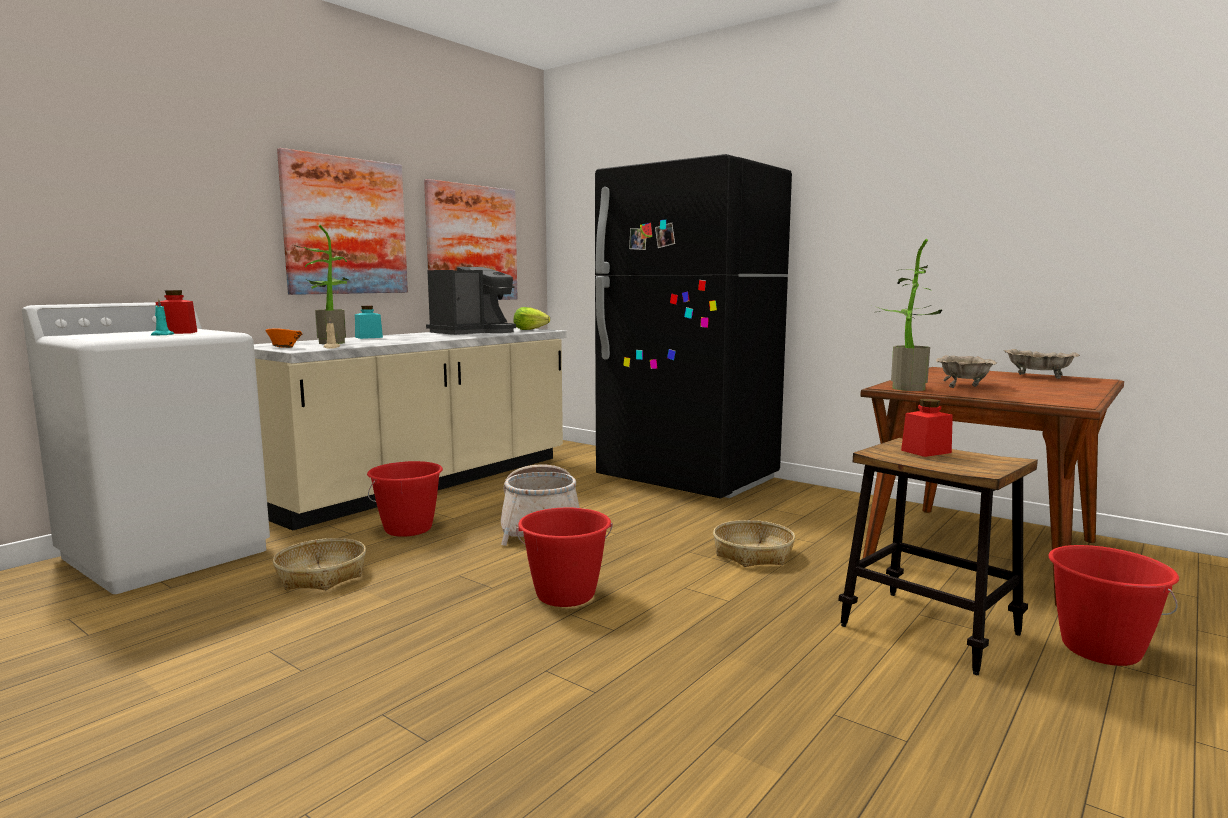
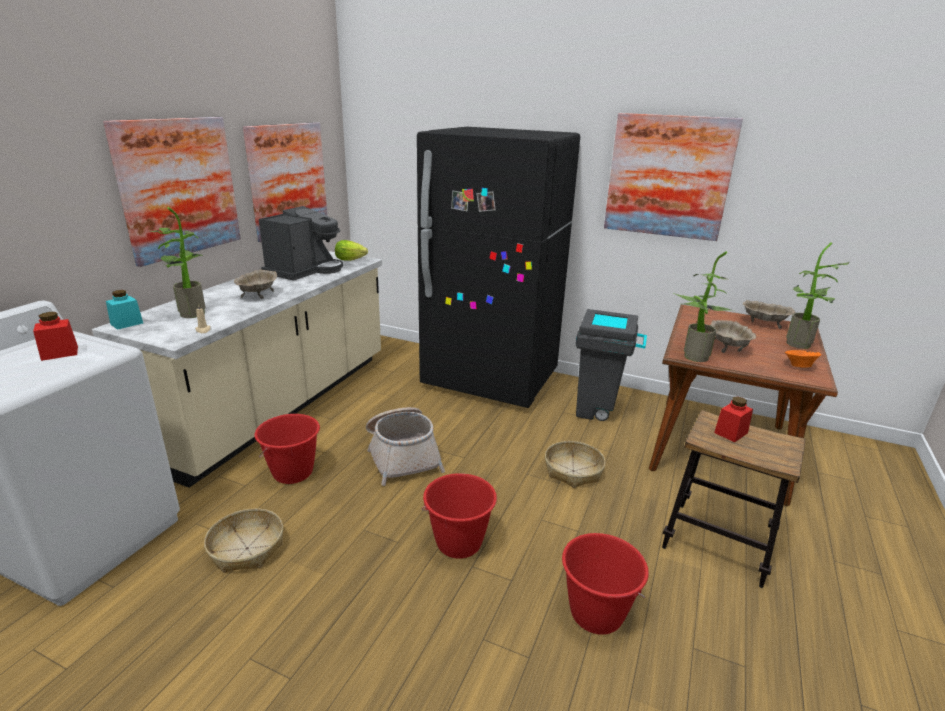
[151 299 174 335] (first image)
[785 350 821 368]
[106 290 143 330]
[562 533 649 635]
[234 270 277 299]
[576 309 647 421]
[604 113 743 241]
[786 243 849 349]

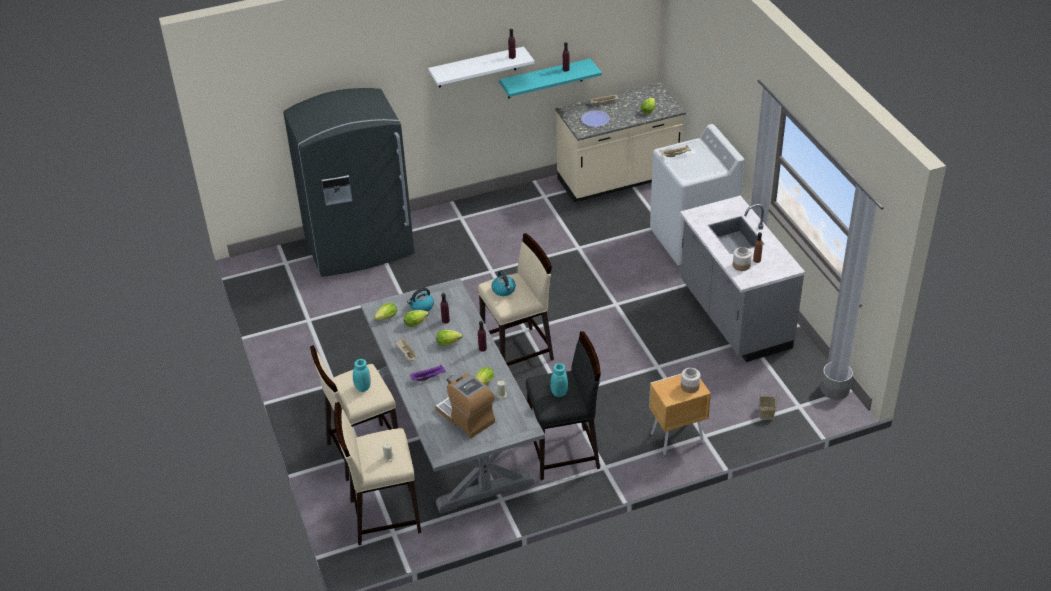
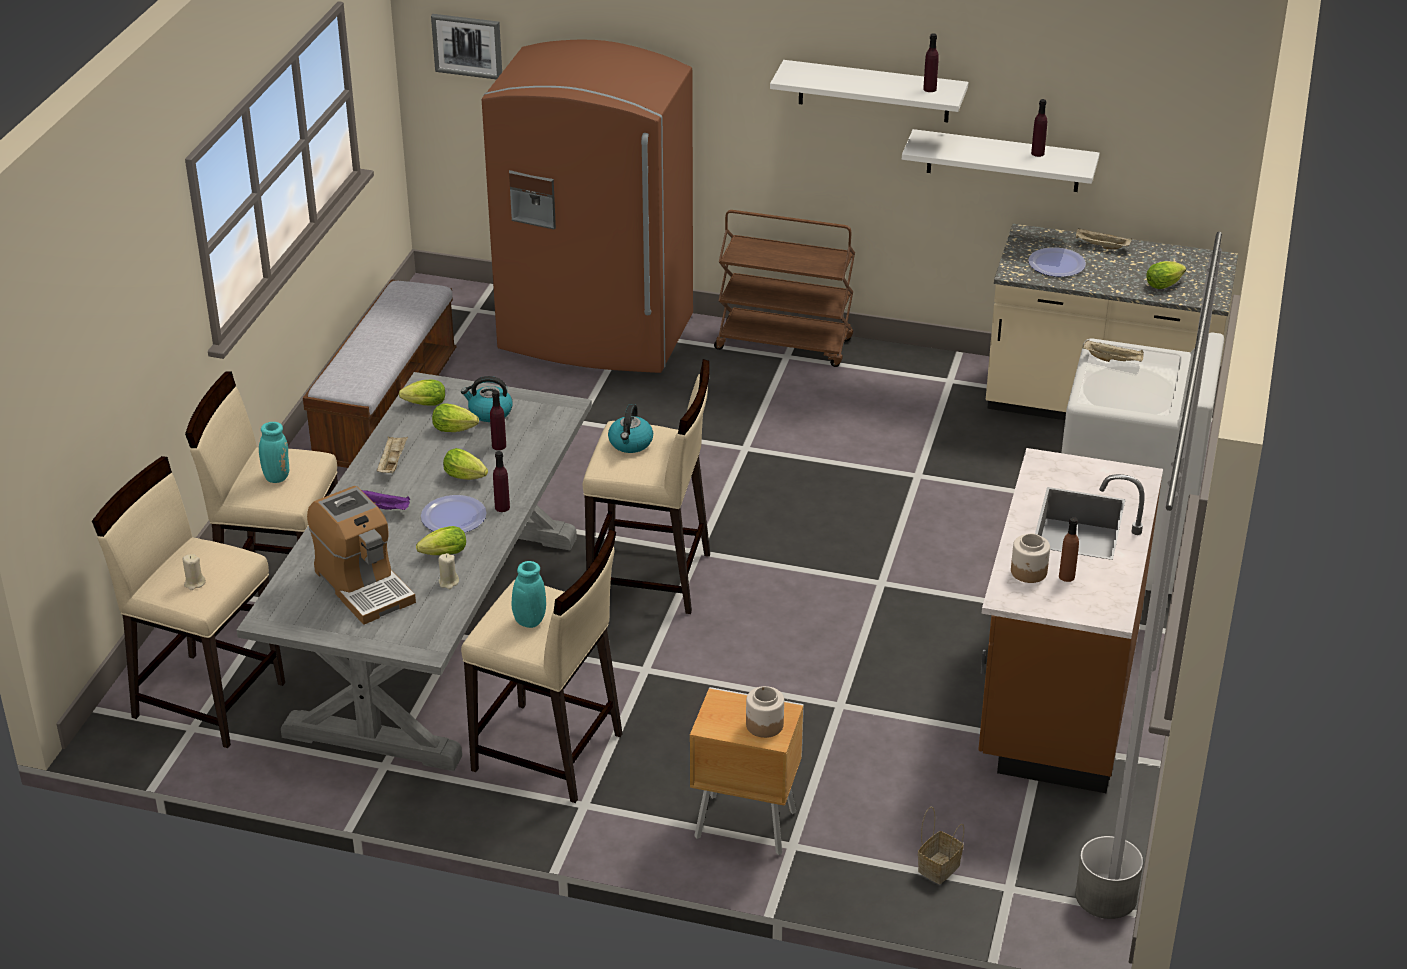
[482 40 693 373]
[307 486 416 625]
[902 129 1100 192]
[461 529 623 803]
[978 448 1163 793]
[303 279 456 468]
[421 495 487 533]
[431 14 502 79]
[714 210 855 367]

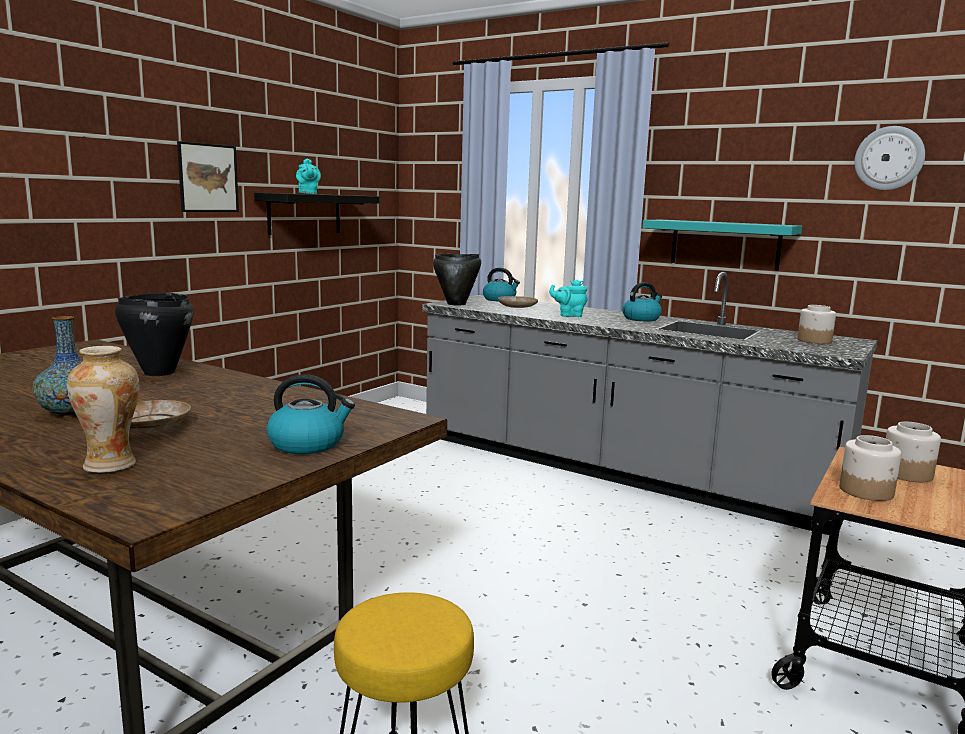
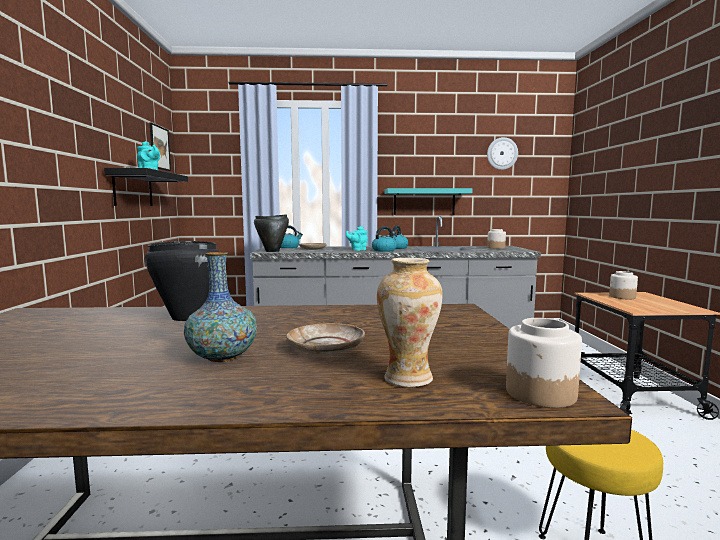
[150 122 171 171]
[372 227 397 252]
[506 318 582 408]

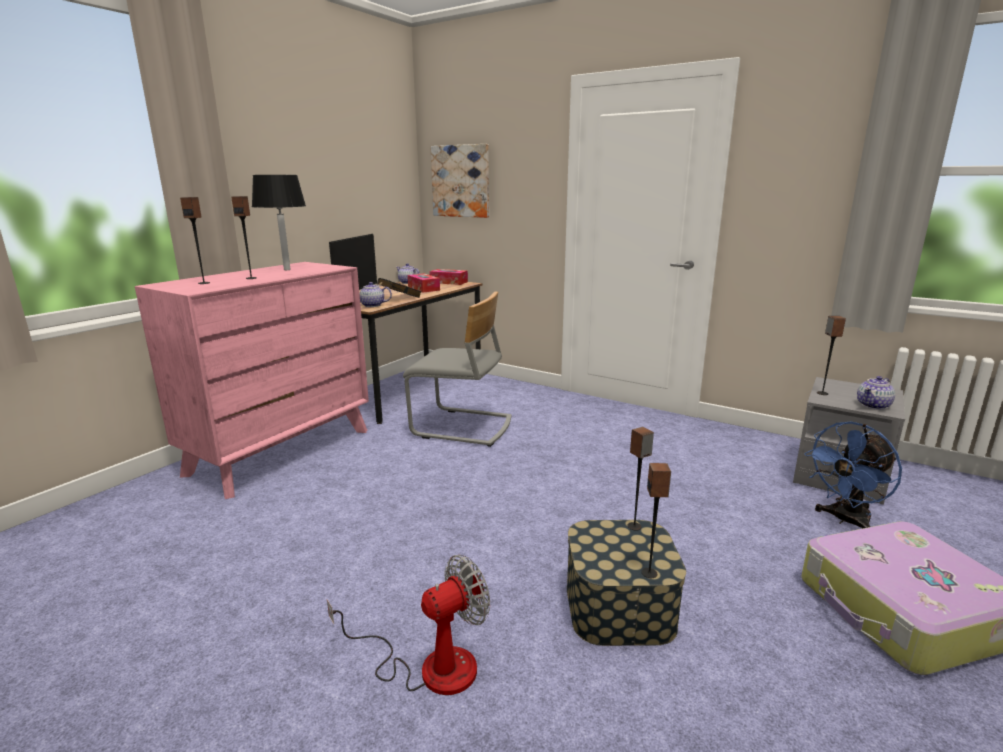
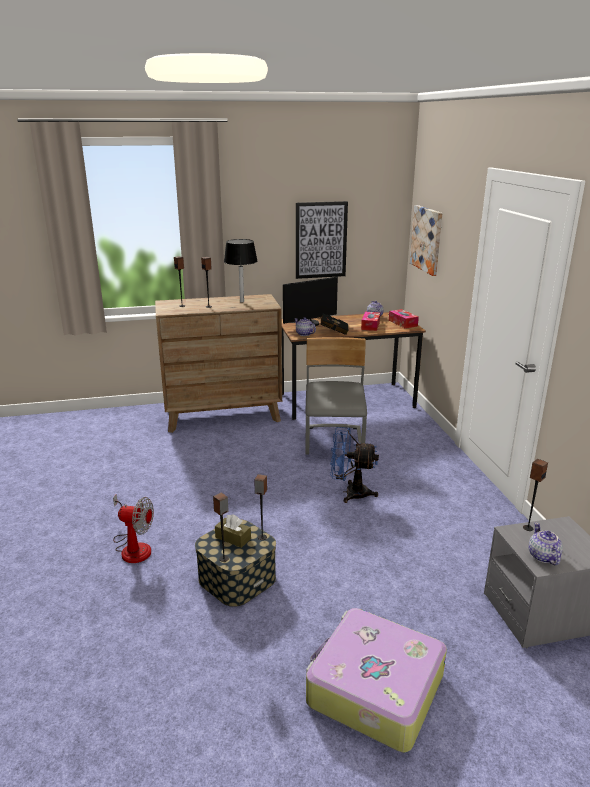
[155 294 282 433]
[305 337 367 455]
[330 427 379 503]
[529 522 563 565]
[215 514 251 548]
[296 201 348 279]

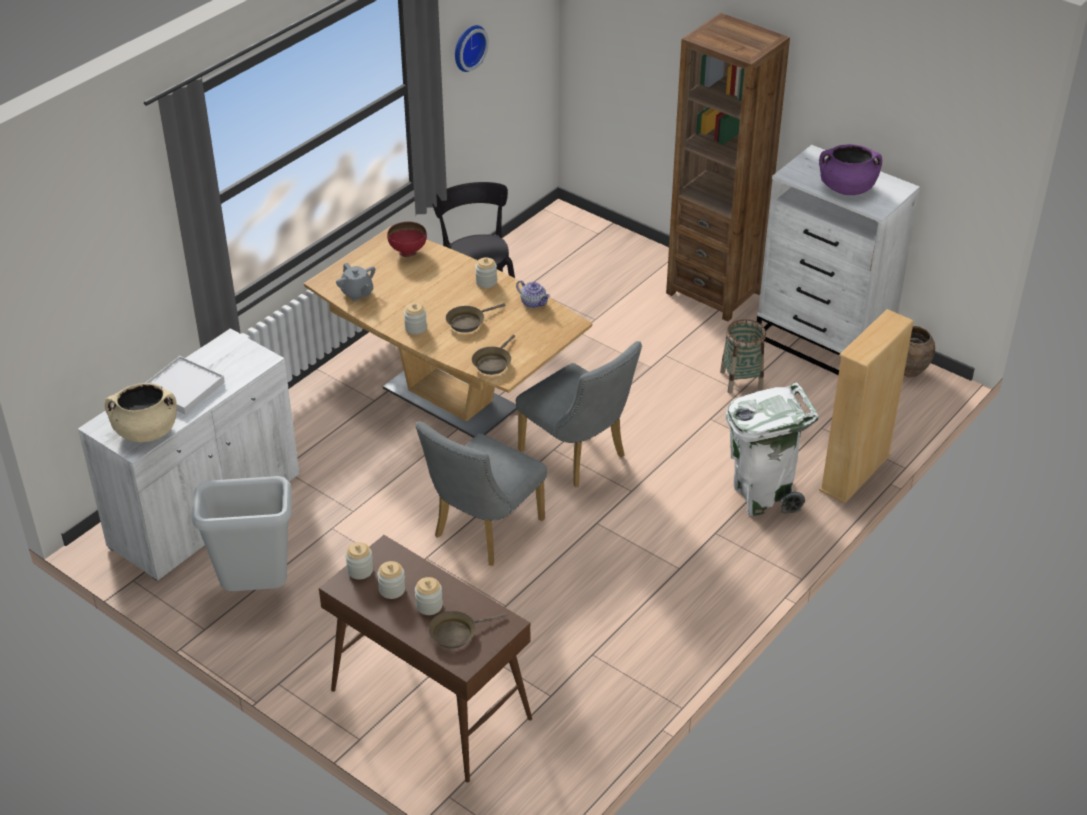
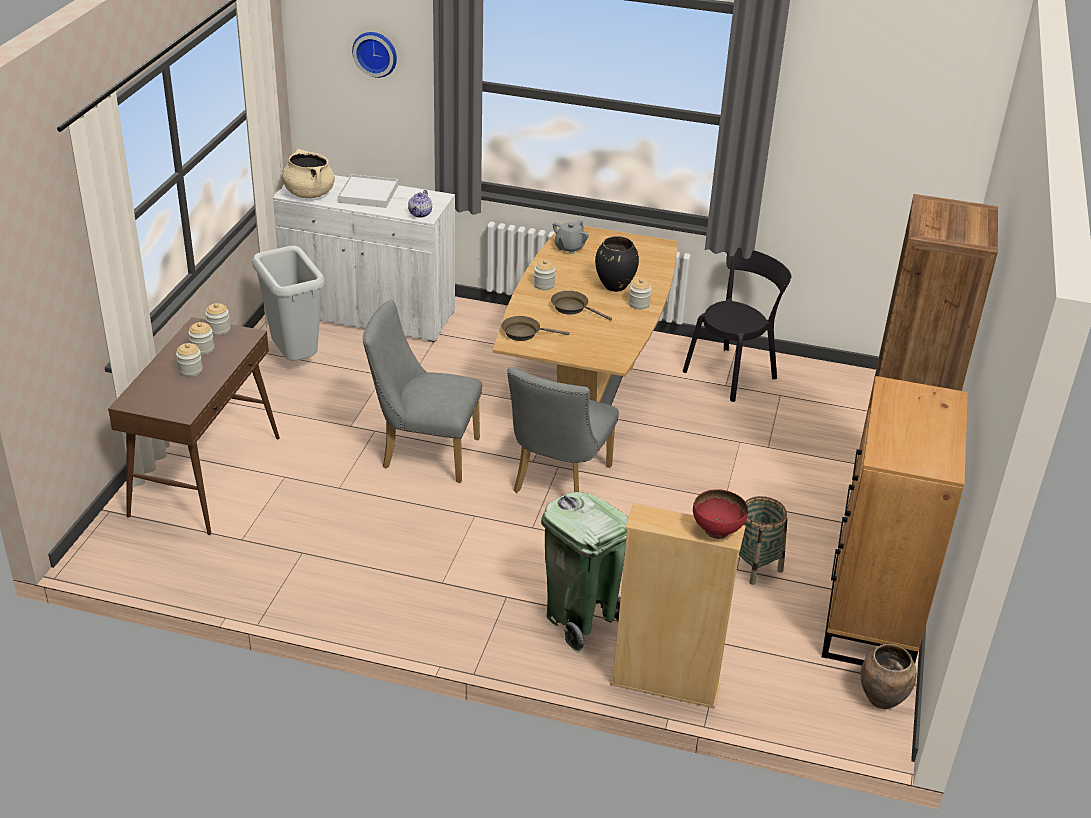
[693 489 748 539]
[428 611 508 649] (first image)
[352 32 397 78]
[408 190 432 218]
[541 492 628 653]
[822 376 968 666]
[819 144 882 195] (first image)
[595 236 639 292]

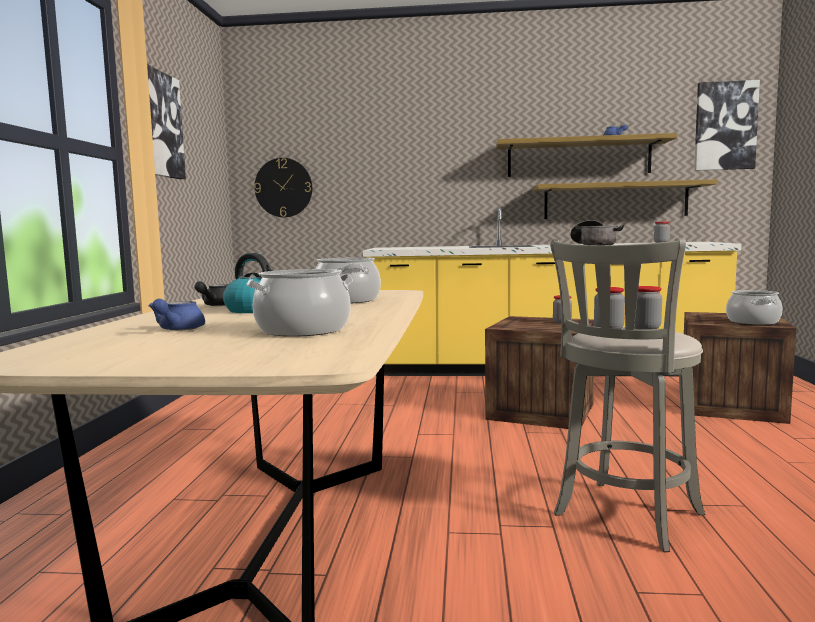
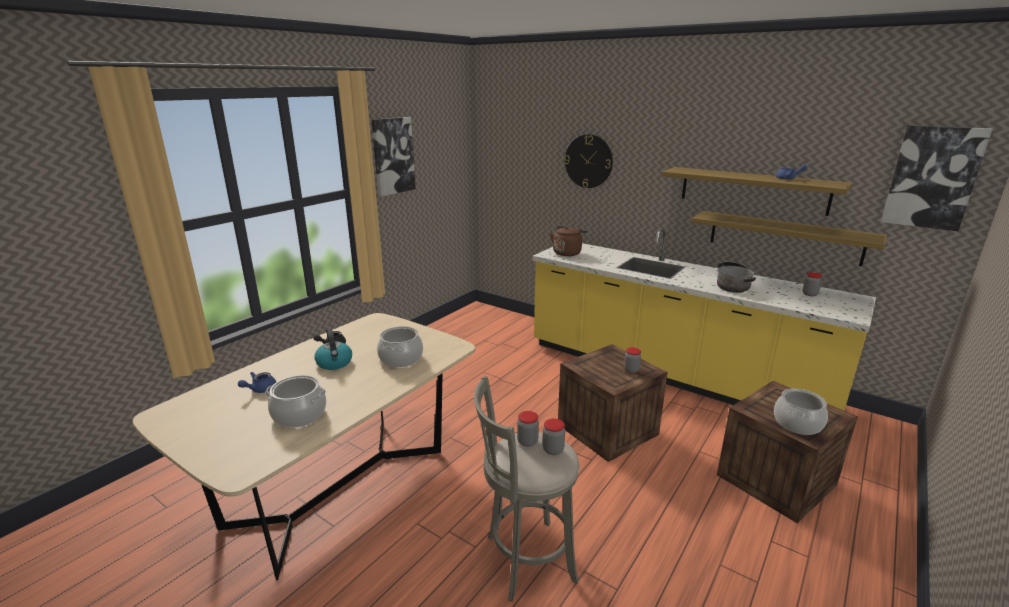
[564 134 613 188]
[550 226 587 256]

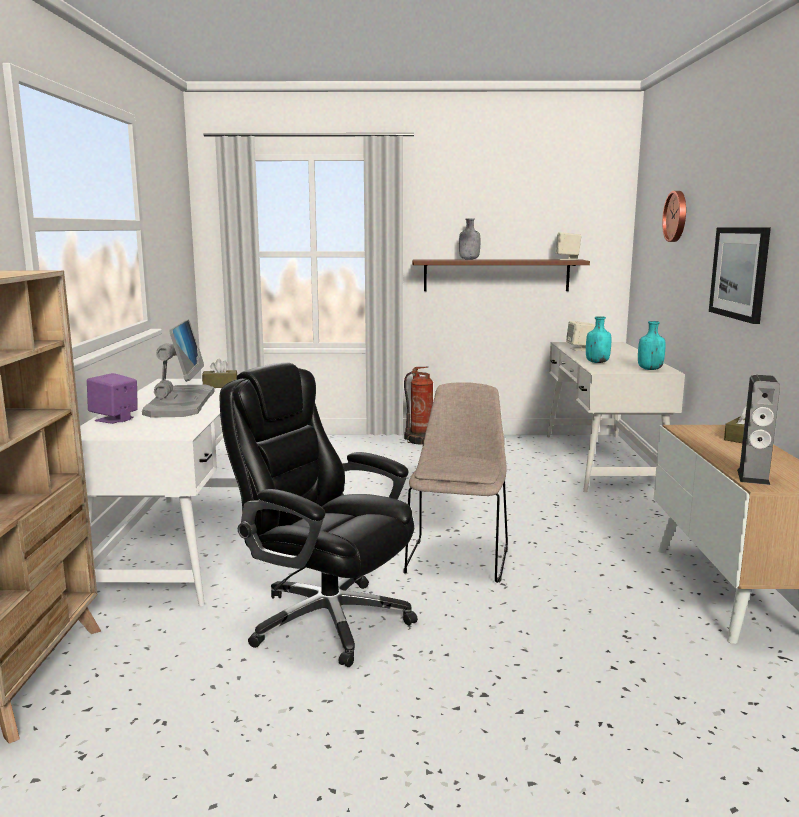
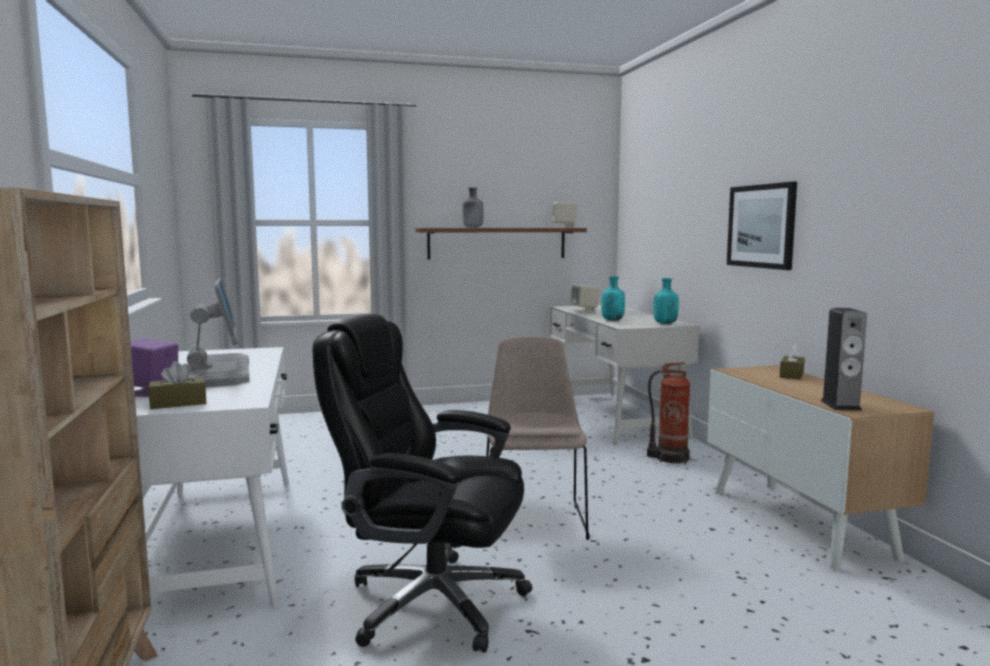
[148 361 206 409]
[647 362 690 464]
[662 191 686 242] (first image)

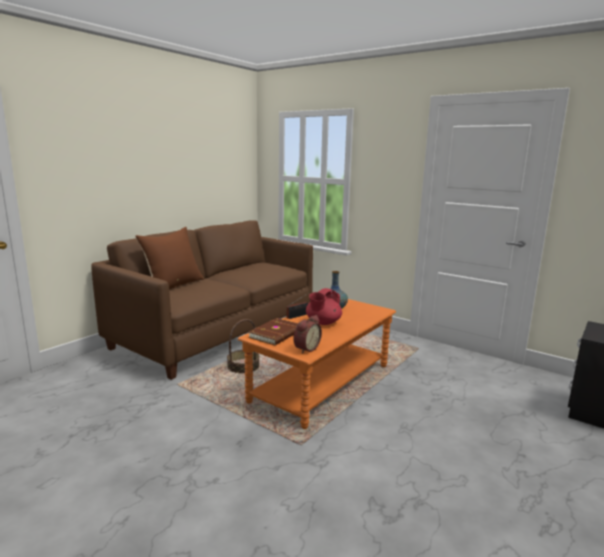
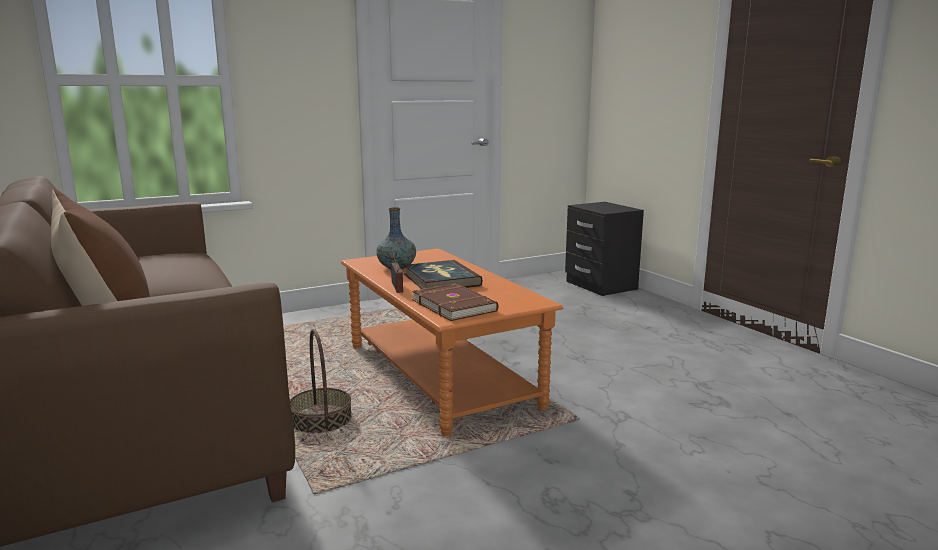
[293 315 322 354] (first image)
[404 260 483 289]

